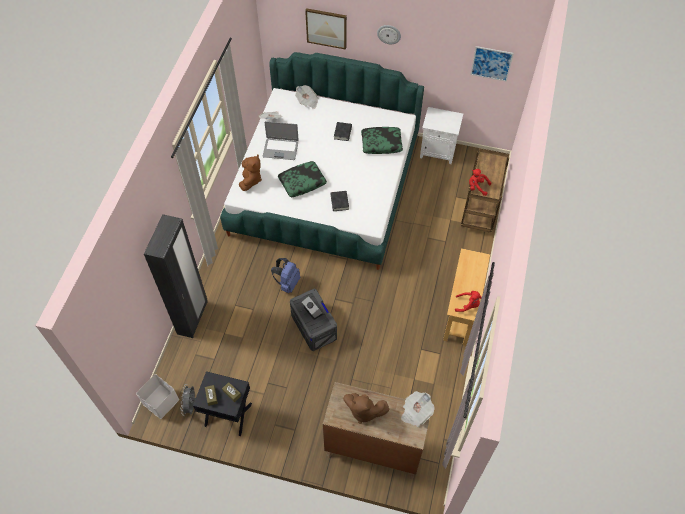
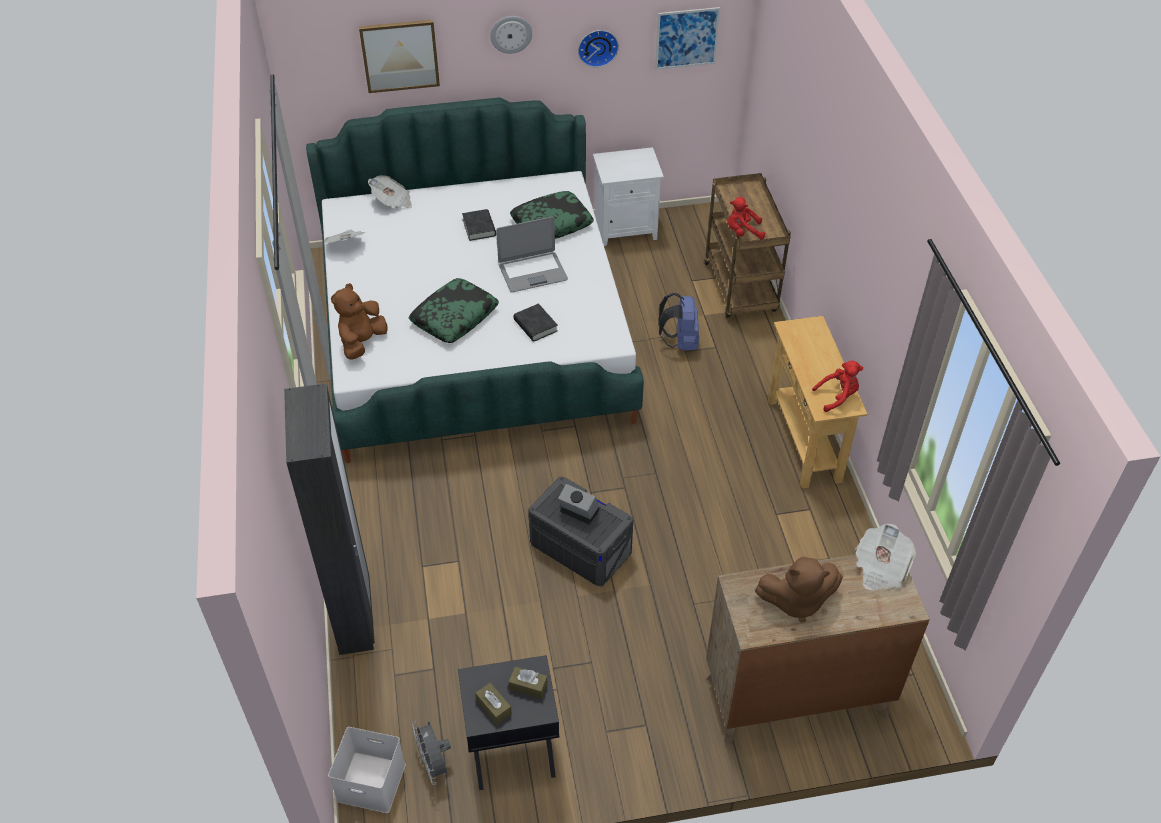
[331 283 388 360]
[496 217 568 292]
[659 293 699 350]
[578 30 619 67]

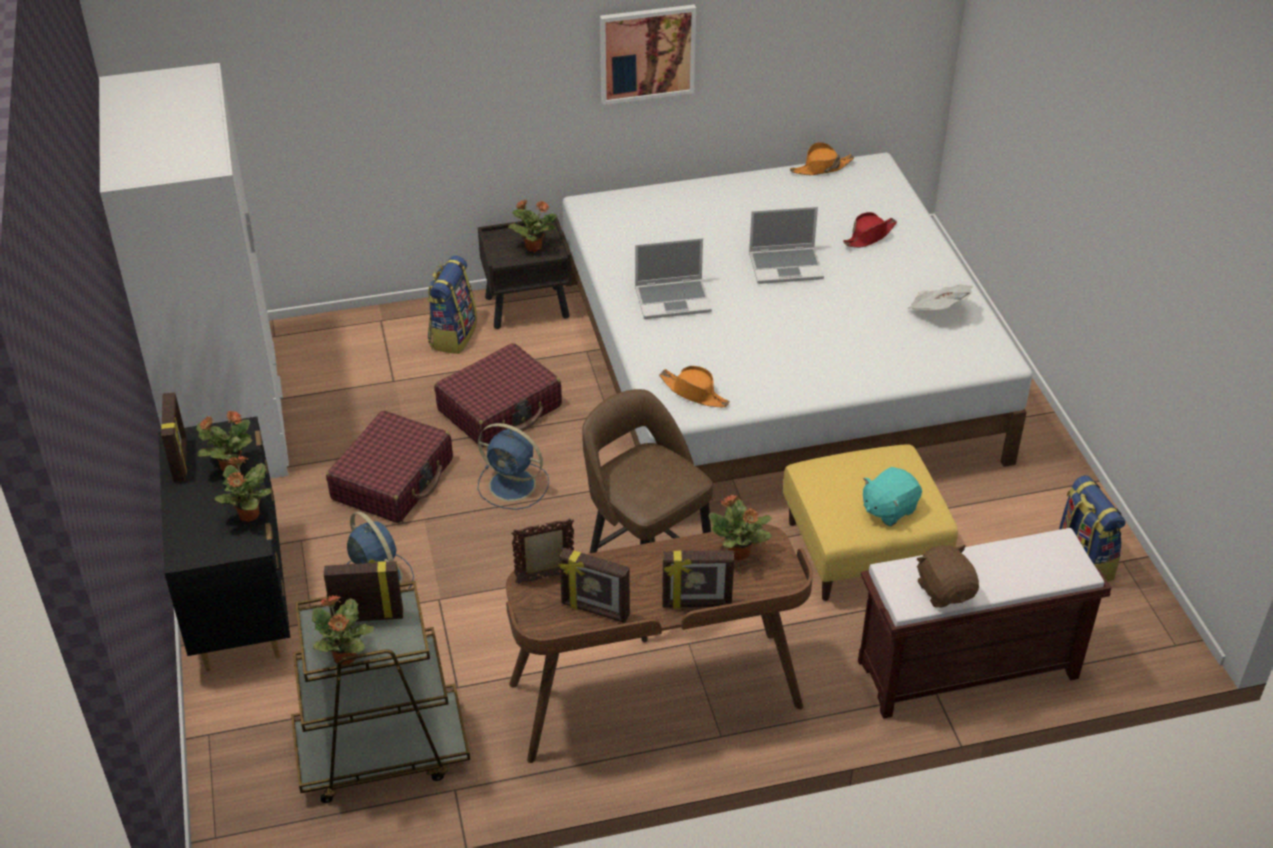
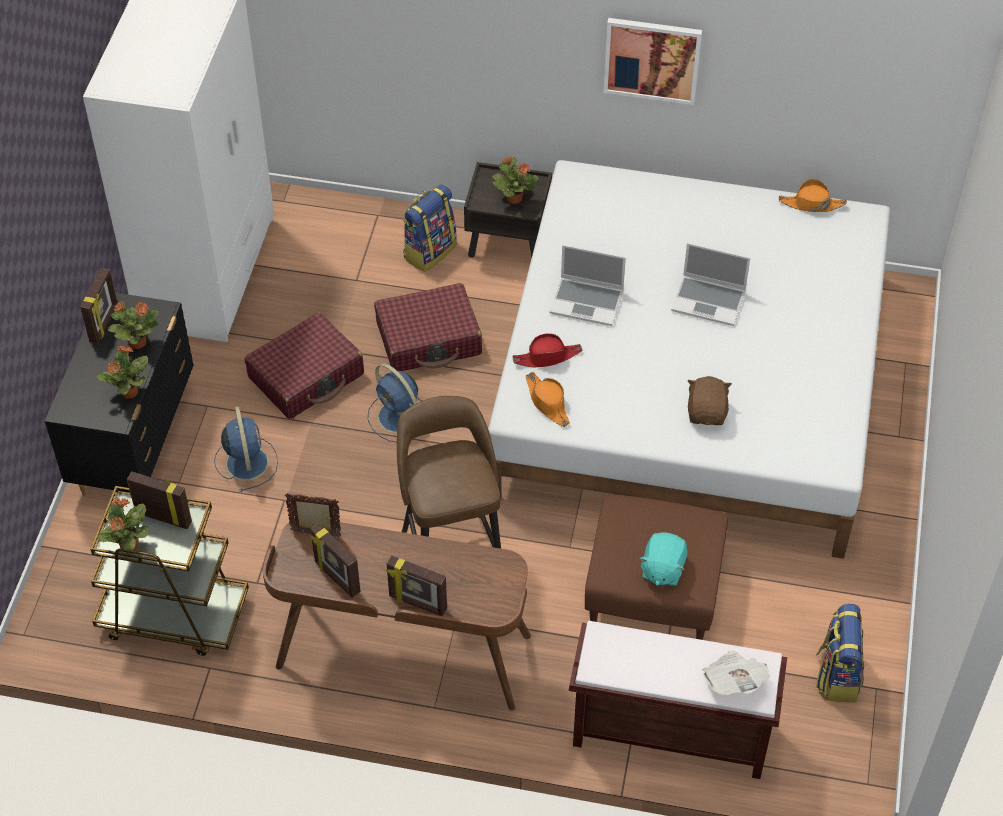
[709 495 772 561] (first image)
[585 494 728 640]
[512 333 582 368]
[639 532 688 586]
[702 651 771 695]
[688 376 732 425]

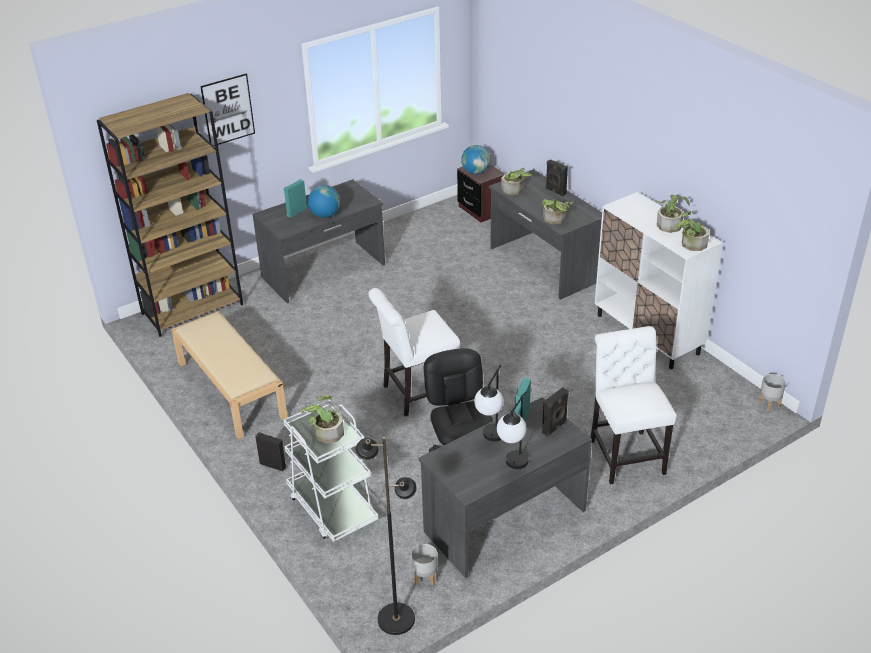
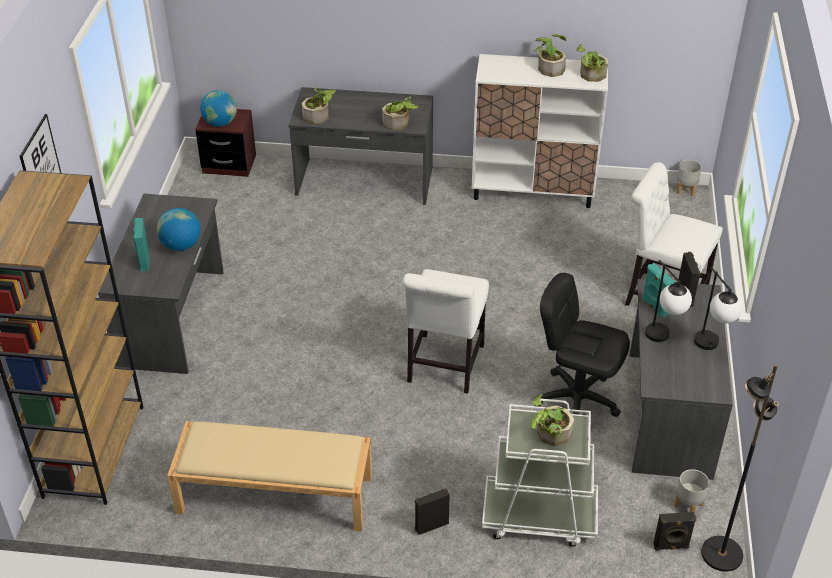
[653 512 696 550]

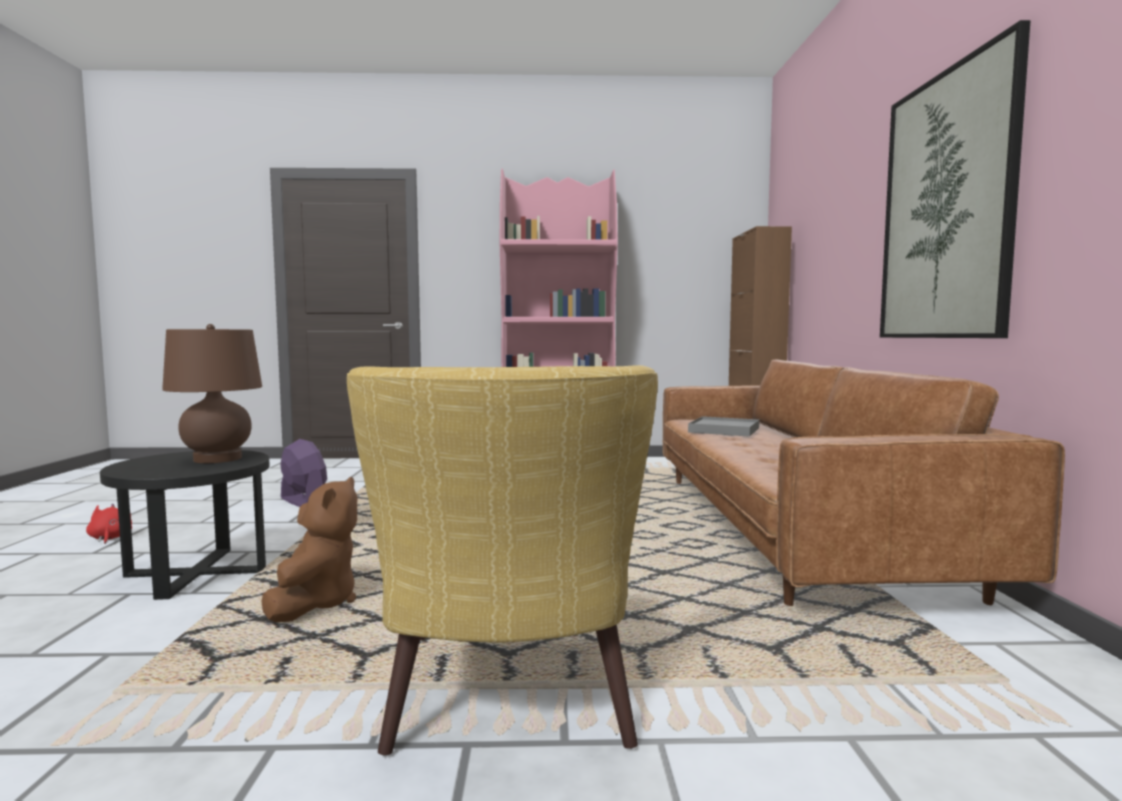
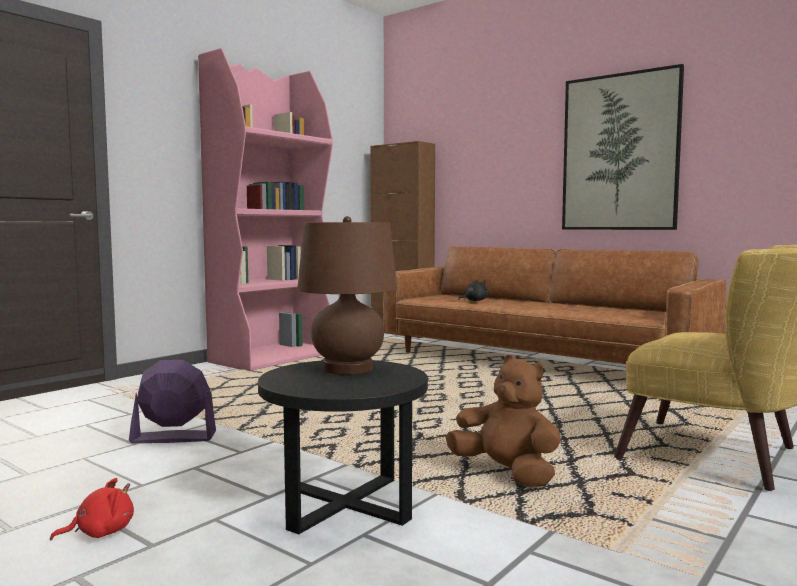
[50 478 134 540]
[458 280 488 301]

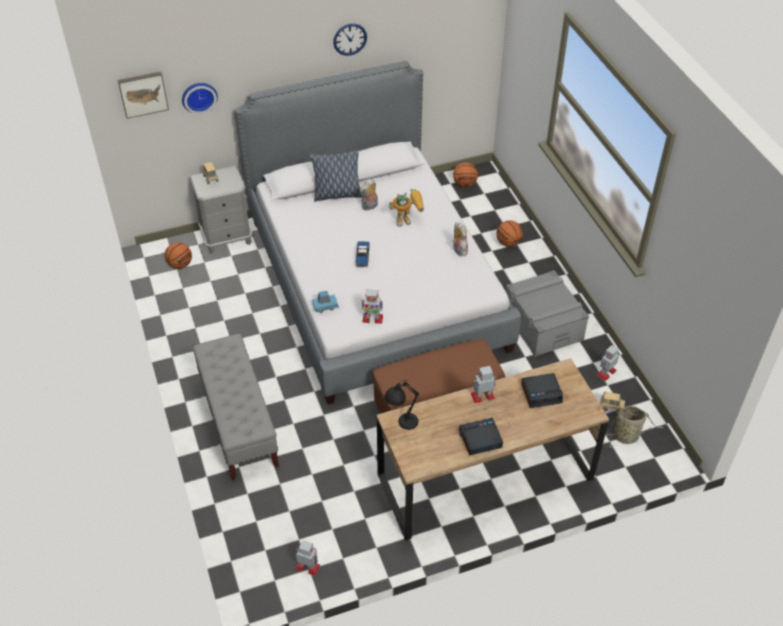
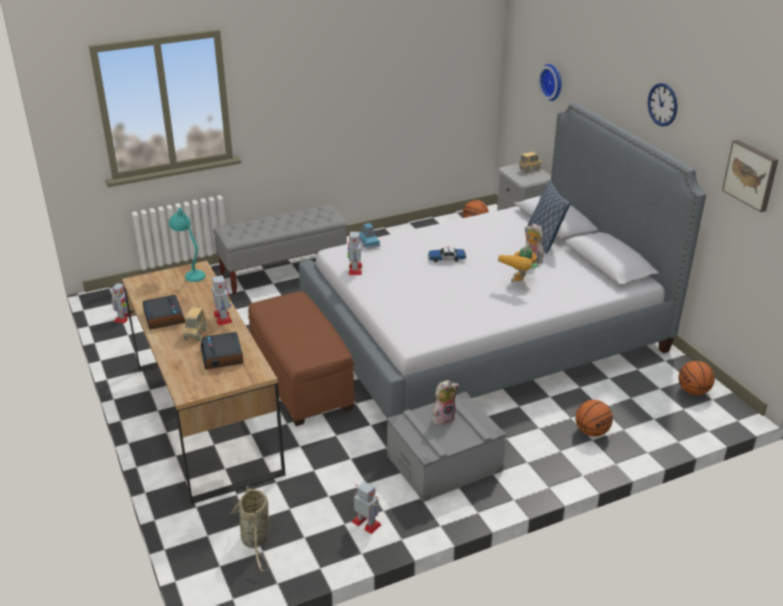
[722 140 778 212]
[169 208 206 282]
[498 242 538 283]
[432 380 459 426]
[183 307 207 341]

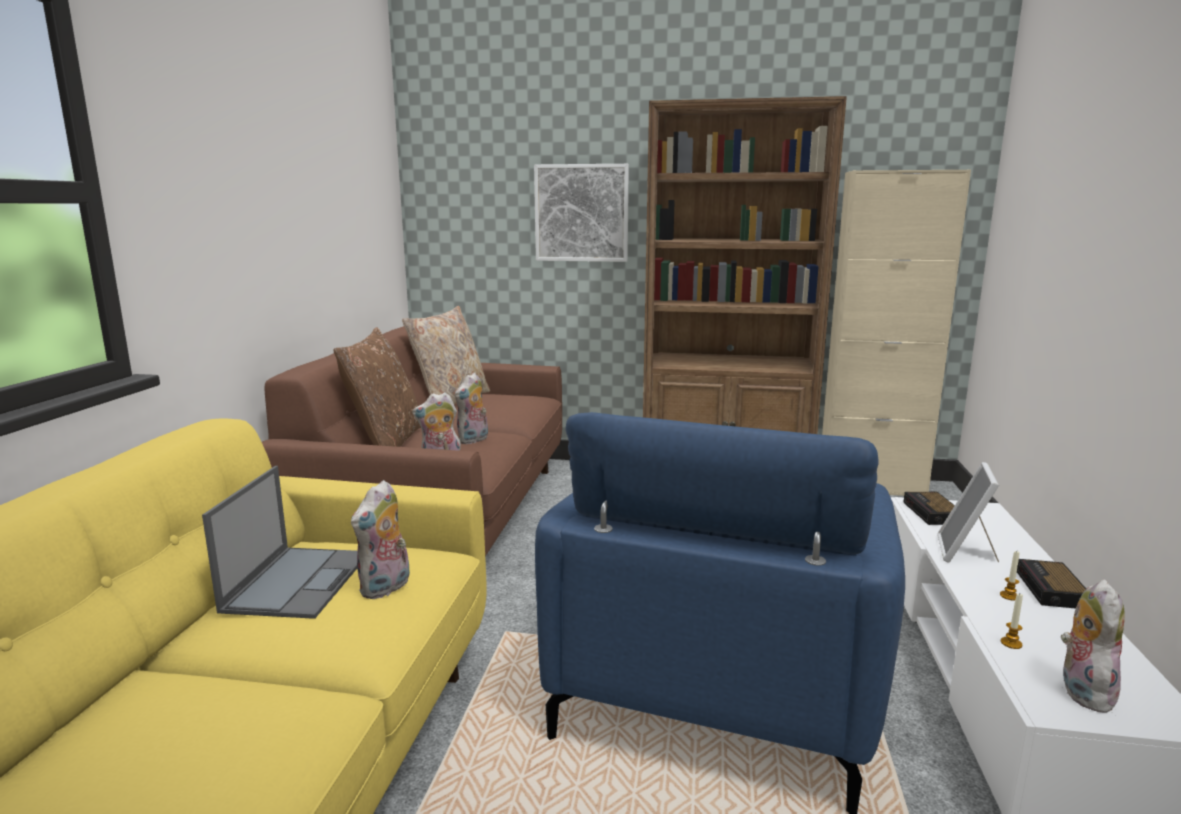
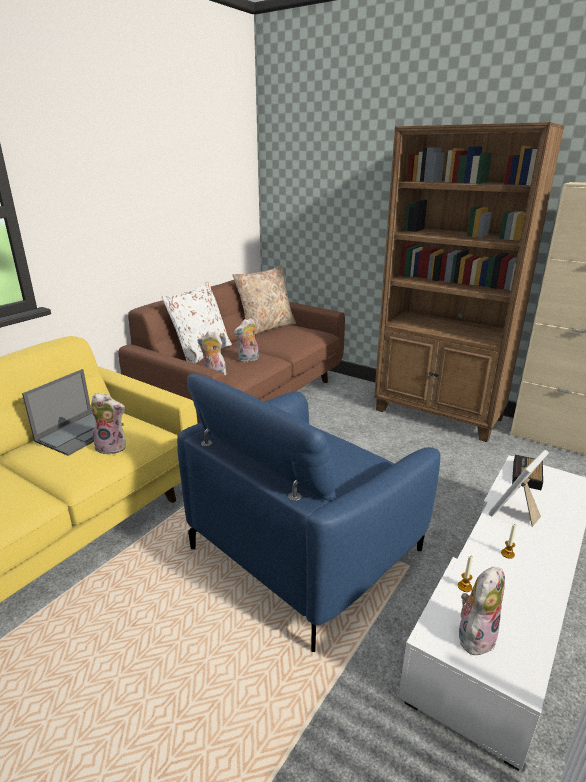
[162 281 232 364]
[90 393 126 454]
[534 164 629 262] (first image)
[1017 559 1086 609] (first image)

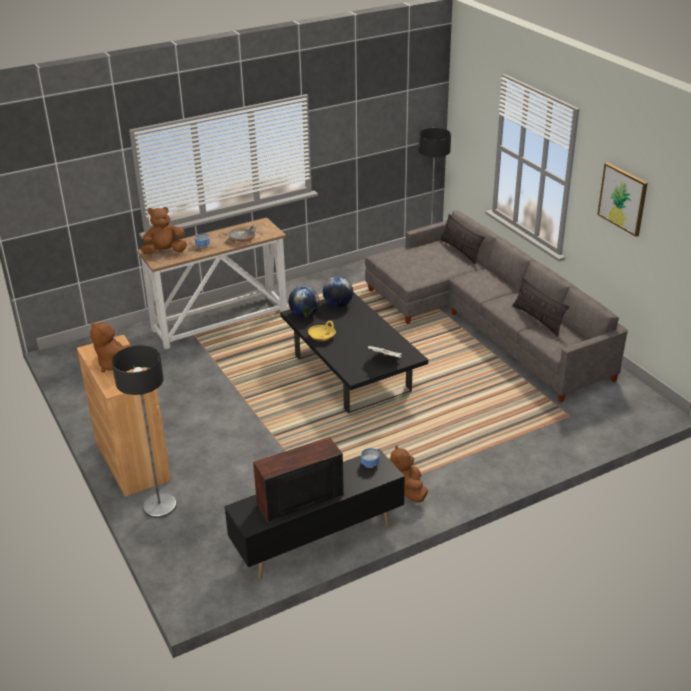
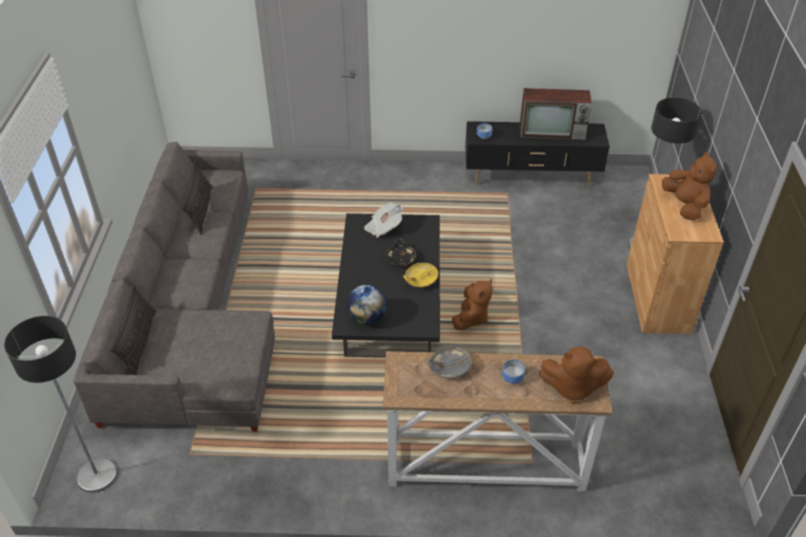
[288 286 320 317] (first image)
[452 279 493 330]
[597 163 648 237] (first image)
[384 238 417 266]

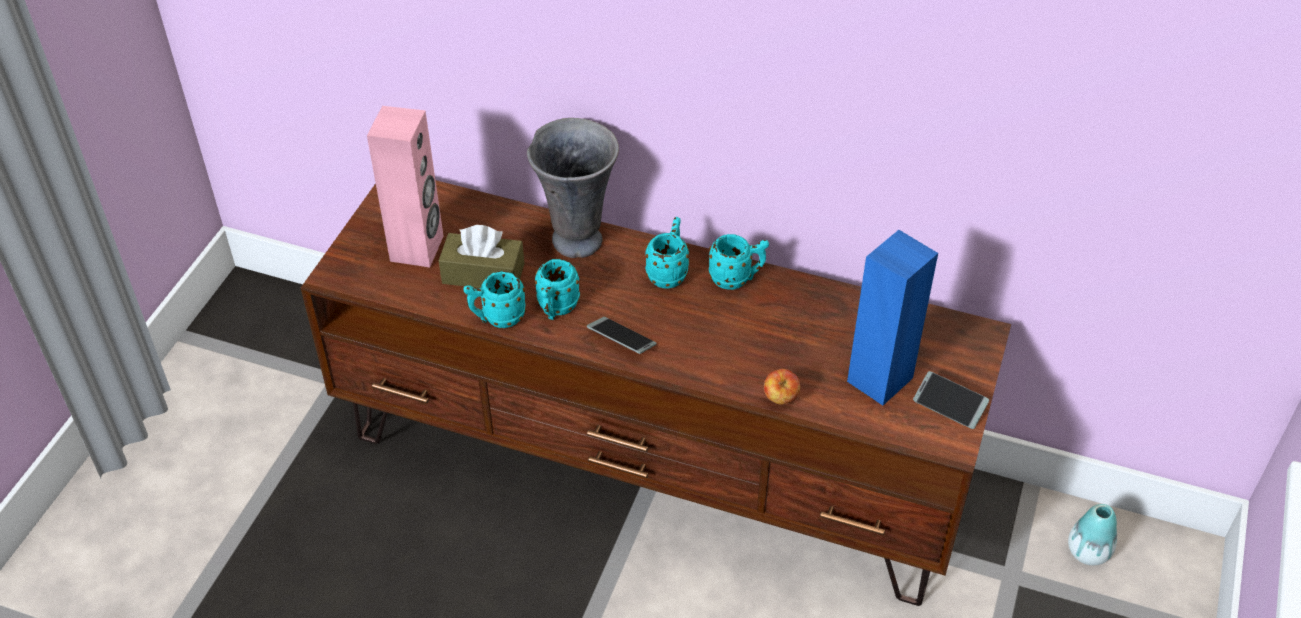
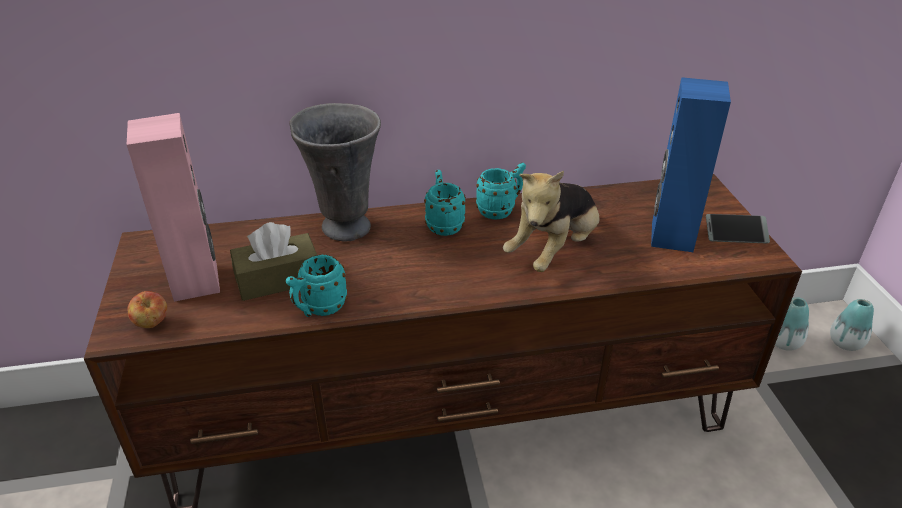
[535 259 580 320] (first image)
[587 317 657 354] (first image)
[128 291 167 328]
[503 170 600 272]
[830 299 874 351]

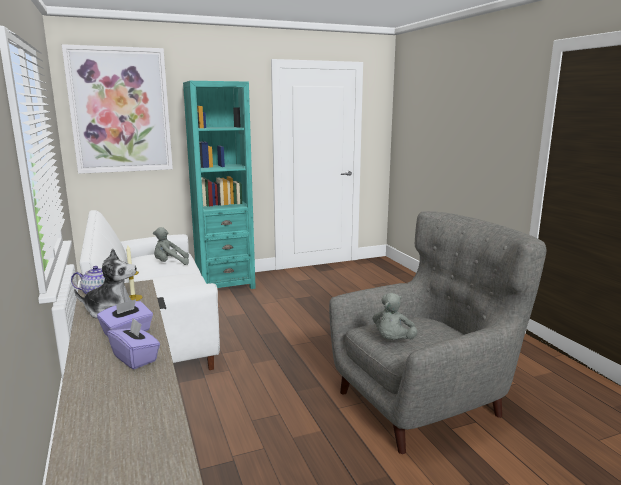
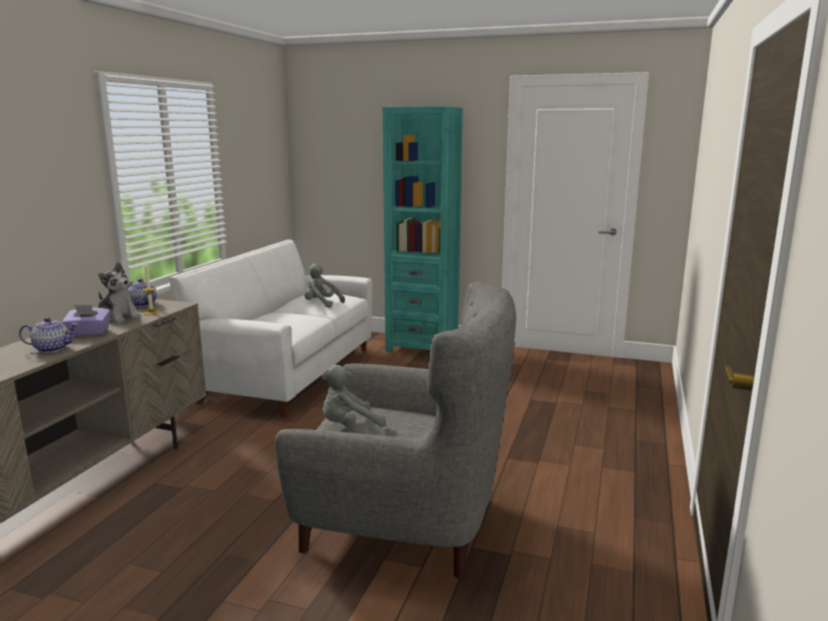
[62 44 173 174] (first image)
[19 317 78 353]

